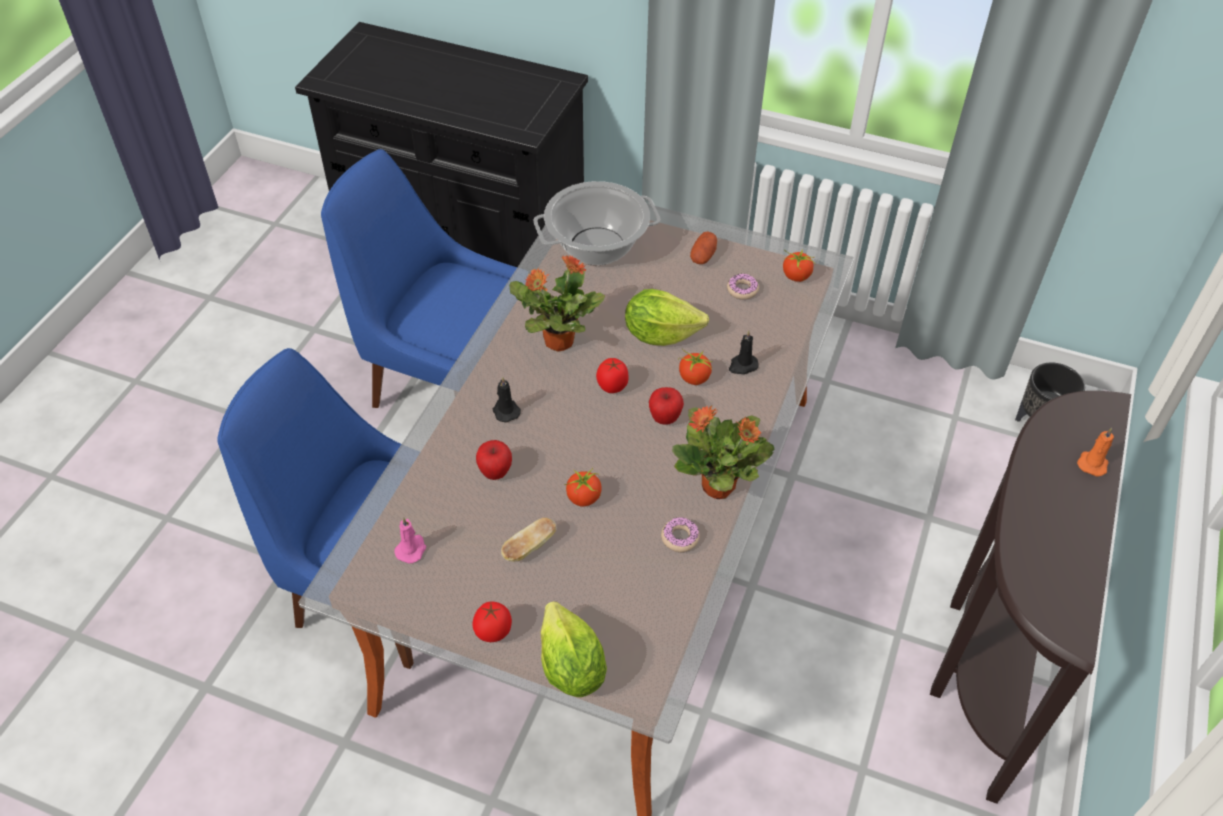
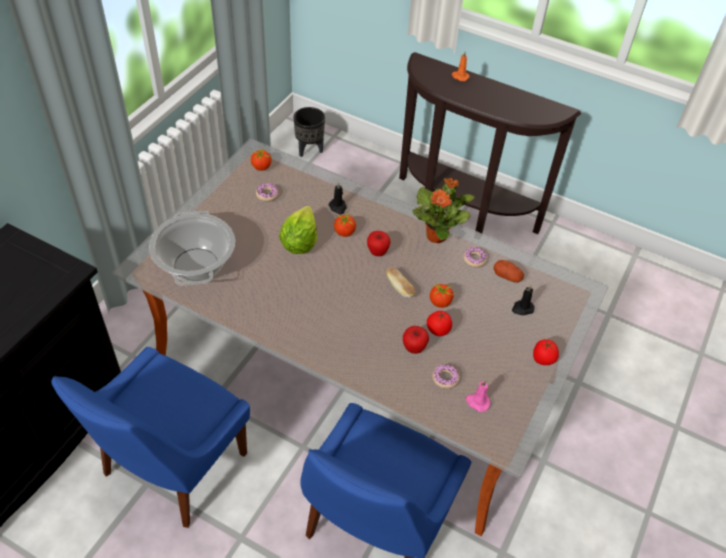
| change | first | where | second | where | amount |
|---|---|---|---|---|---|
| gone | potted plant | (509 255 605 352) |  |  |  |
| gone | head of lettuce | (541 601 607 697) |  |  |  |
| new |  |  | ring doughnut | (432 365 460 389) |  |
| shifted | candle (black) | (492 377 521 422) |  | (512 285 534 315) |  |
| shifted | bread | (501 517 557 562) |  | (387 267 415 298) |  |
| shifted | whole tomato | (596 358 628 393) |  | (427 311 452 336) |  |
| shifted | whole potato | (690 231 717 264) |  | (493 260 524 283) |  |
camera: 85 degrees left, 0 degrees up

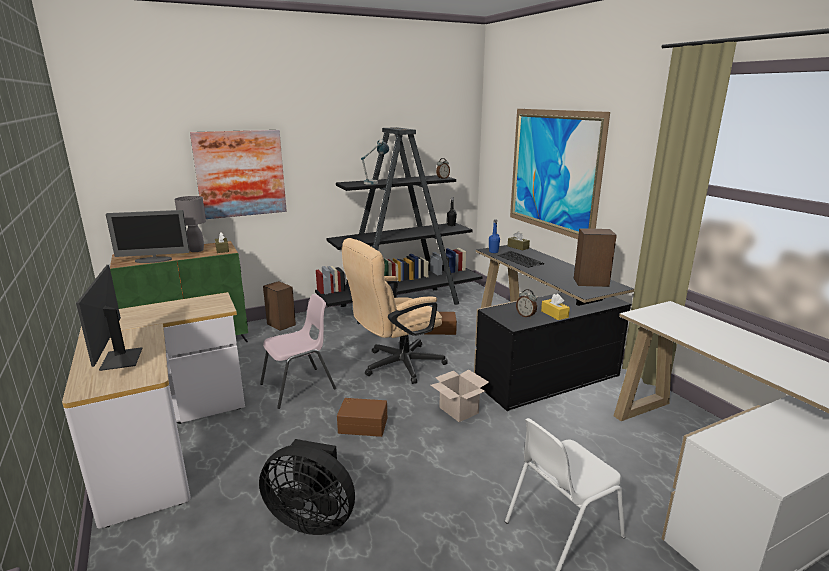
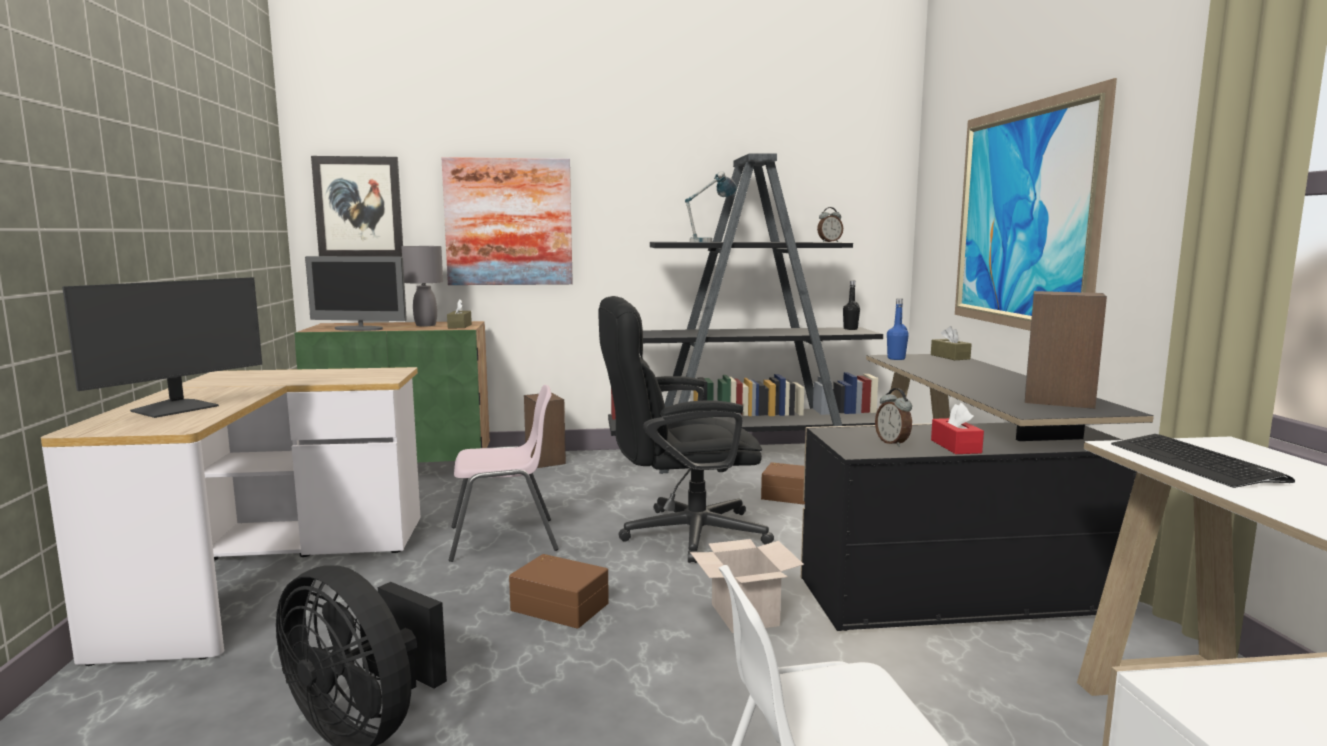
| change | first | where | second | where | amount |
|---|---|---|---|---|---|
| new |  |  | wall picture | (311 156 403 257) |  |
| shifted | PC keyboard | (498 251 544 268) |  | (1111 434 1295 488) |  |
| repainted | computer chair (sand-coloured) | (342 238 448 384) | computer chair (black) | (598 296 774 563) |  |
| repainted | tissue holder (yellowish) | (541 294 570 320) | tissue holder (reddish) | (931 403 984 454) |  |
| rotated | monitor | (76 265 142 371) |  | (62 277 262 418) | 150 degrees counterclockwise |
camera: 20 degrees right, 10 degrees down

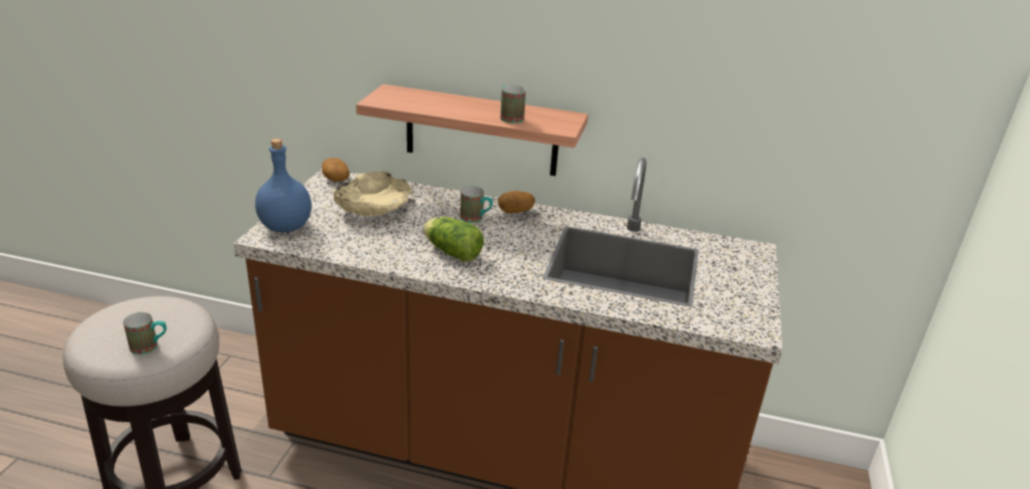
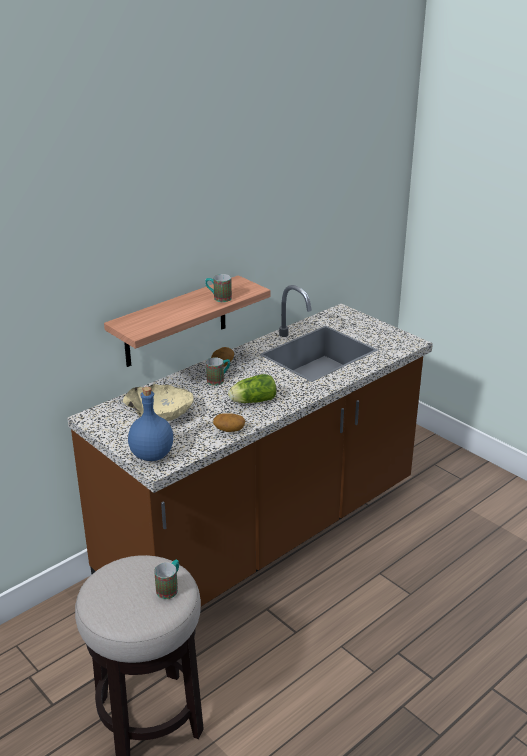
| change | first | where | second | where | amount |
|---|---|---|---|---|---|
| shifted | whole potato | (322 158 349 181) |  | (213 413 245 432) |  |
camera: 55 degrees left, 0 degrees up

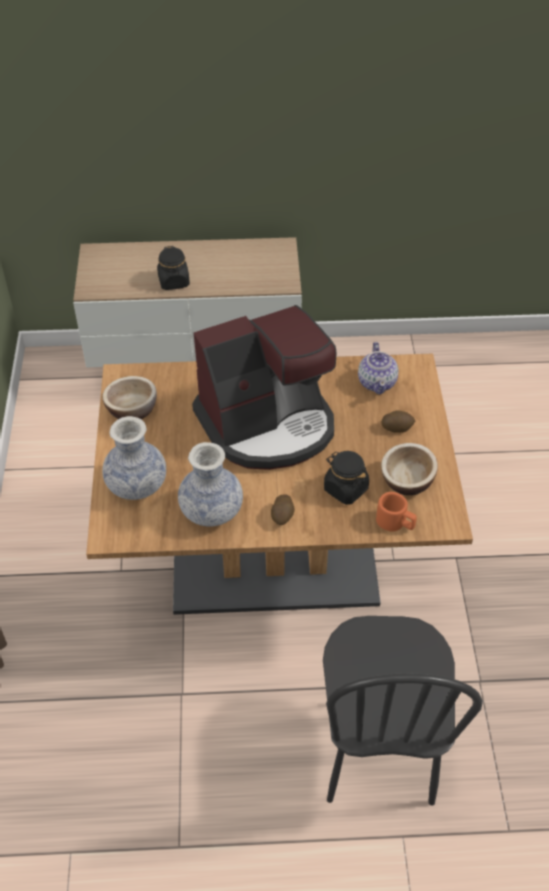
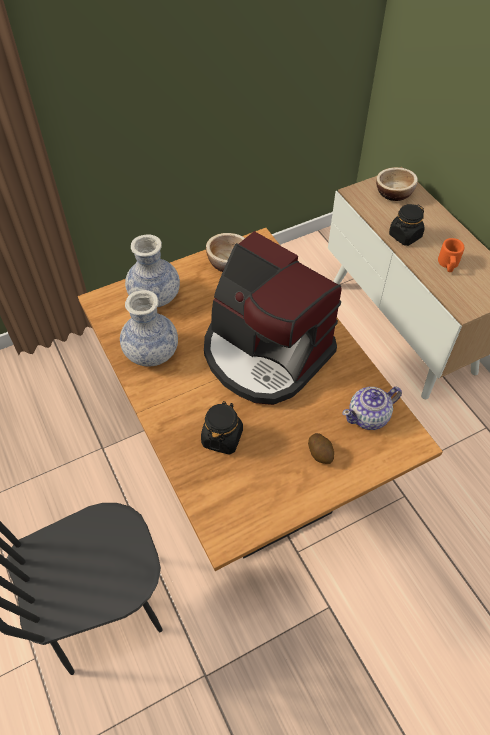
| change | first | where | second | where | amount |
|---|---|---|---|---|---|
| gone | whole potato | (271 494 295 525) |  |  |  |
| shifted | mug (orangey) | (376 492 417 531) |  | (438 238 464 272) |  |
| shifted | deep dish | (381 443 438 495) |  | (376 167 418 201) |  |
camera: 65 degrees right, 5 degrees up

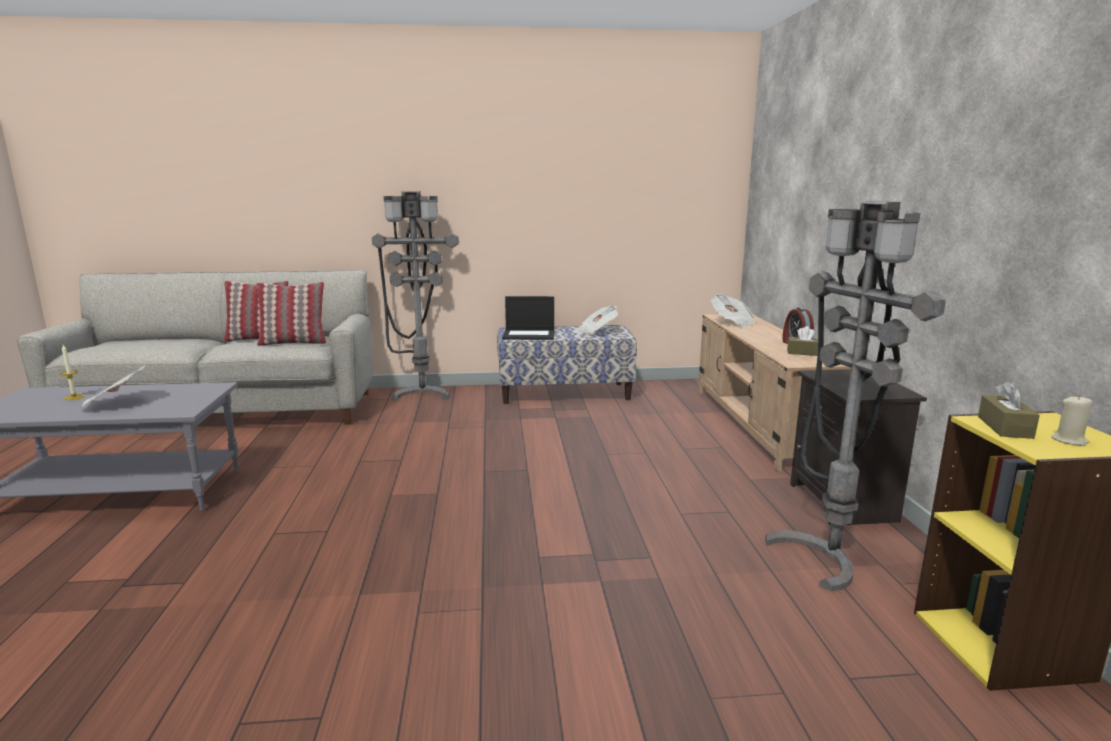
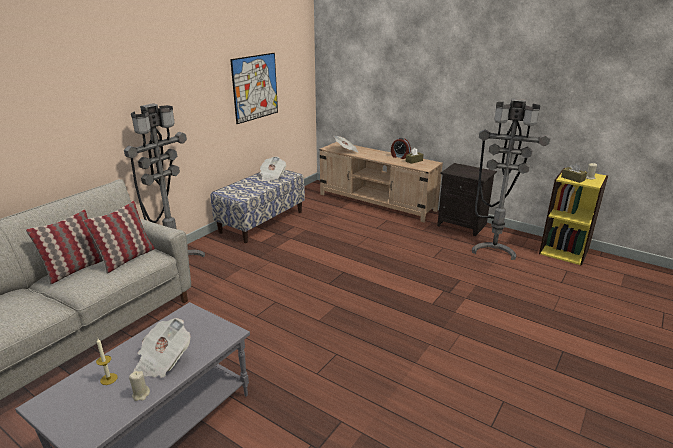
| change | first | where | second | where | amount |
|---|---|---|---|---|---|
| gone | notebook computer | (502 296 555 340) |  |  |  |
| new |  |  | candle (sand-coloured) | (129 371 150 401) |  |
| new |  |  | wall picture | (230 53 278 124) |  |
camera: 50 degrees left, 10 degrees up

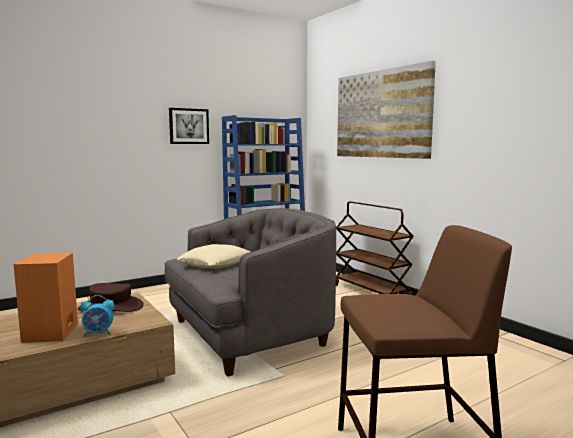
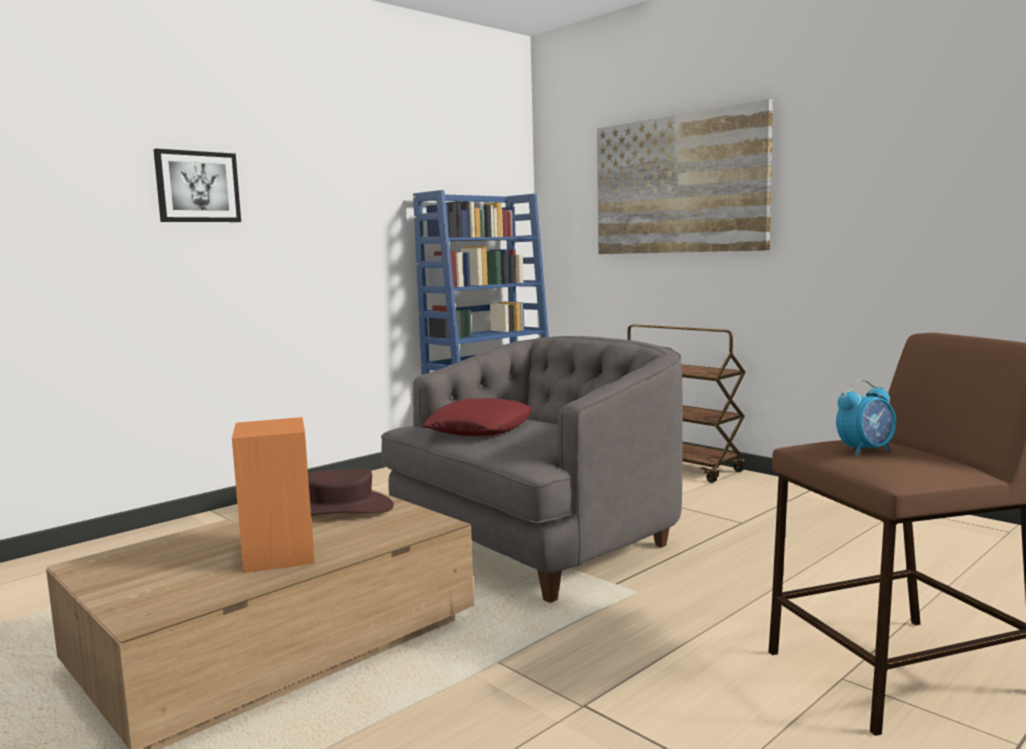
| change | first | where | second | where | amount |
|---|---|---|---|---|---|
| shifted | bedside clock | (80 295 115 337) |  | (836 379 896 456) |  |
| shifted | wall picture | (169 108 209 144) |  | (153 149 241 222) |  |
| repainted | pillow (sand-coloured) | (177 244 250 268) | pillow (reddish) | (423 398 533 436) |  |
camera: 10 degrees left, 0 degrees up

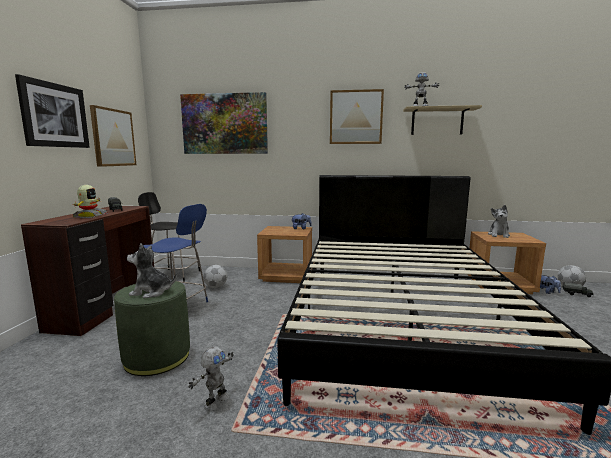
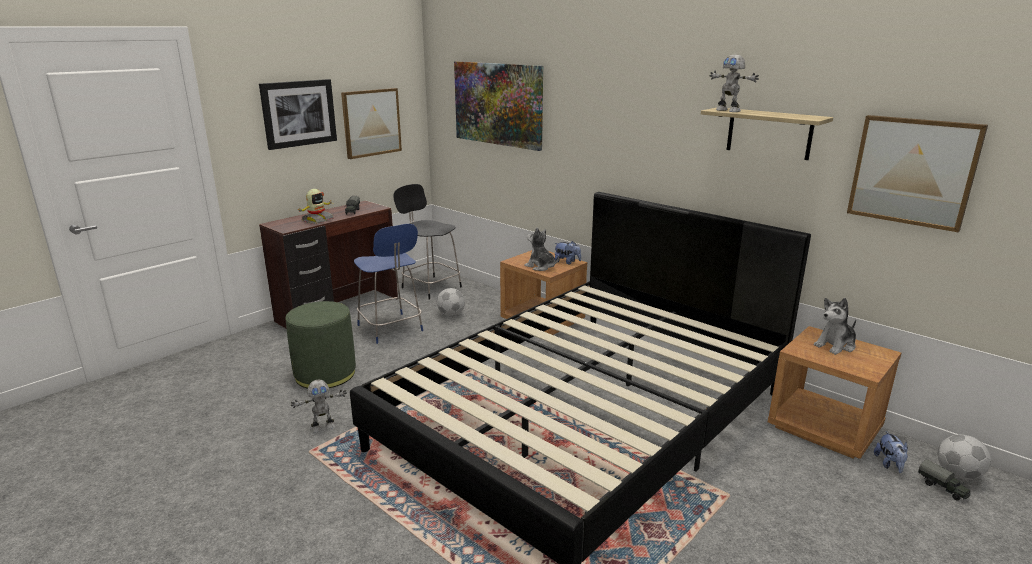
| change | first | where | second | where | amount |
|---|---|---|---|---|---|
| shifted | cuddly toy | (127 243 177 298) |  | (524 227 559 271) |  |
| shifted | wall picture | (330 89 384 144) |  | (847 115 988 232) |  |
camera: 35 degrees right, 10 degrees up

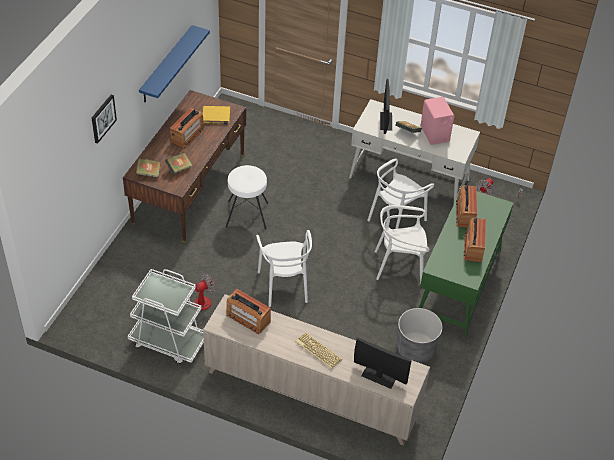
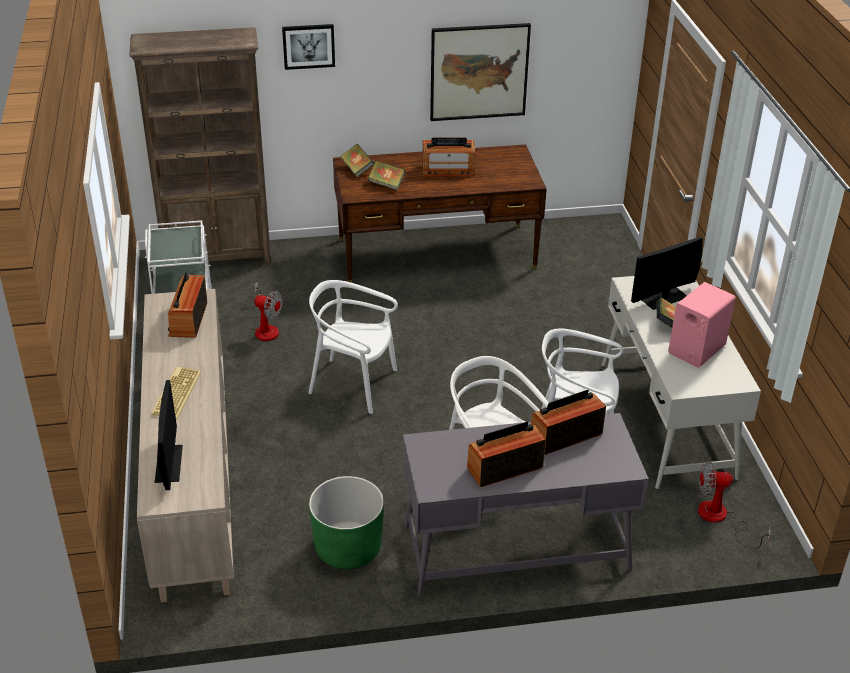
| change | first | where | second | where | amount |
|---|---|---|---|---|---|
| gone | bound book (yellowish) | (203 106 230 124) |  |  |  |
| gone | stool seat (whitish) | (226 165 268 229) |  |  |  |
| new |  |  | shelving unit (brown) | (129 27 271 264) |  |
| swapped | wall shelf (blue-coloured) | (139 25 210 102) | wall picture | (430 23 531 121) |  |
| repainted | flower pot (grey) | (397 308 443 363) | flower pot (greenish) | (309 476 384 569) |  |
| repainted | desk (greenish) | (419 191 513 337) | desk (grey) | (403 413 649 595) |  |
| rotated | plain chair (whitish) | (256 230 312 307) |  | (309 280 398 414) | 60 degrees clockwise |
camera: 60 degrees right, 10 degrees down

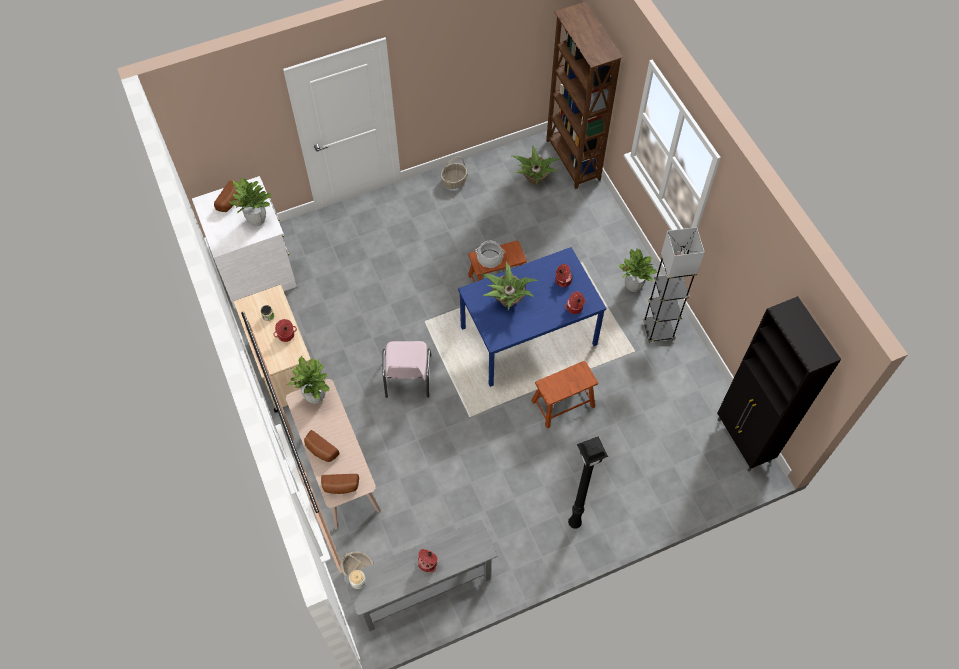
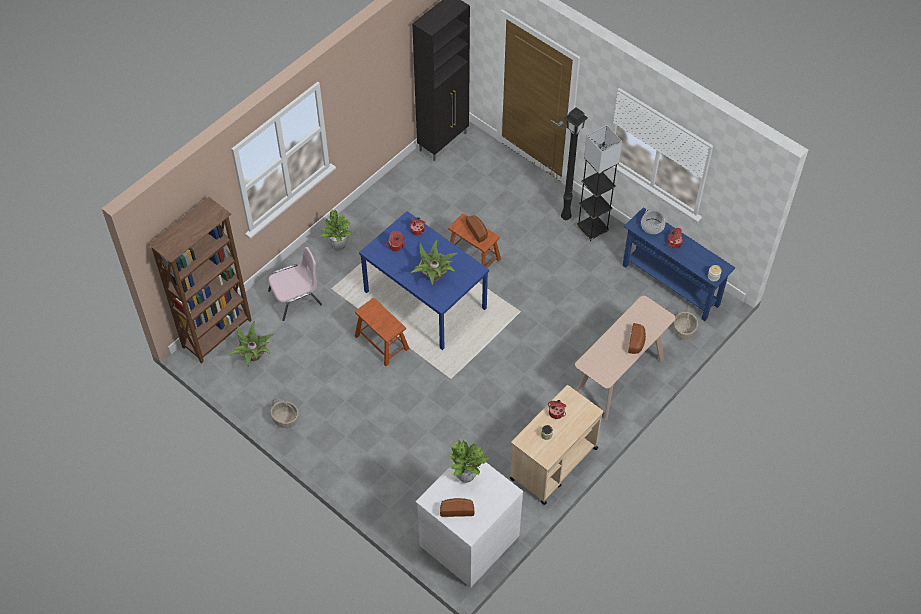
| change | first | where | second | where | amount |
|---|---|---|---|---|---|
| gone | potted plant | (287 356 330 404) |  |  |  |
| shifted | bread | (321 474 359 494) |  | (466 215 488 243) |  |
| shifted | plain chair (pinkish) | (382 341 432 398) |  | (268 247 322 321) |  |
| shifted | stockpot | (475 241 505 268) |  | (641 209 665 234) |  |
| shifted | floor lamp (grey) | (643 227 705 343) |  | (576 125 622 241) |  |
| repainted | narrow table (grey) | (343 519 498 631) | narrow table (blue-coloured) | (622 207 735 321) |  |
camera: 115 degrees left, 5 degrees down

